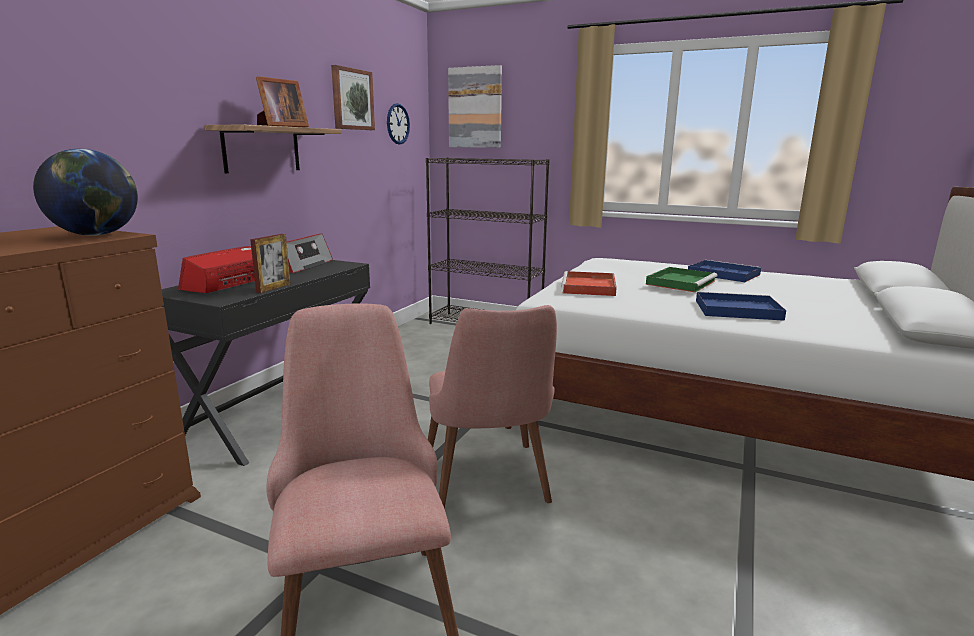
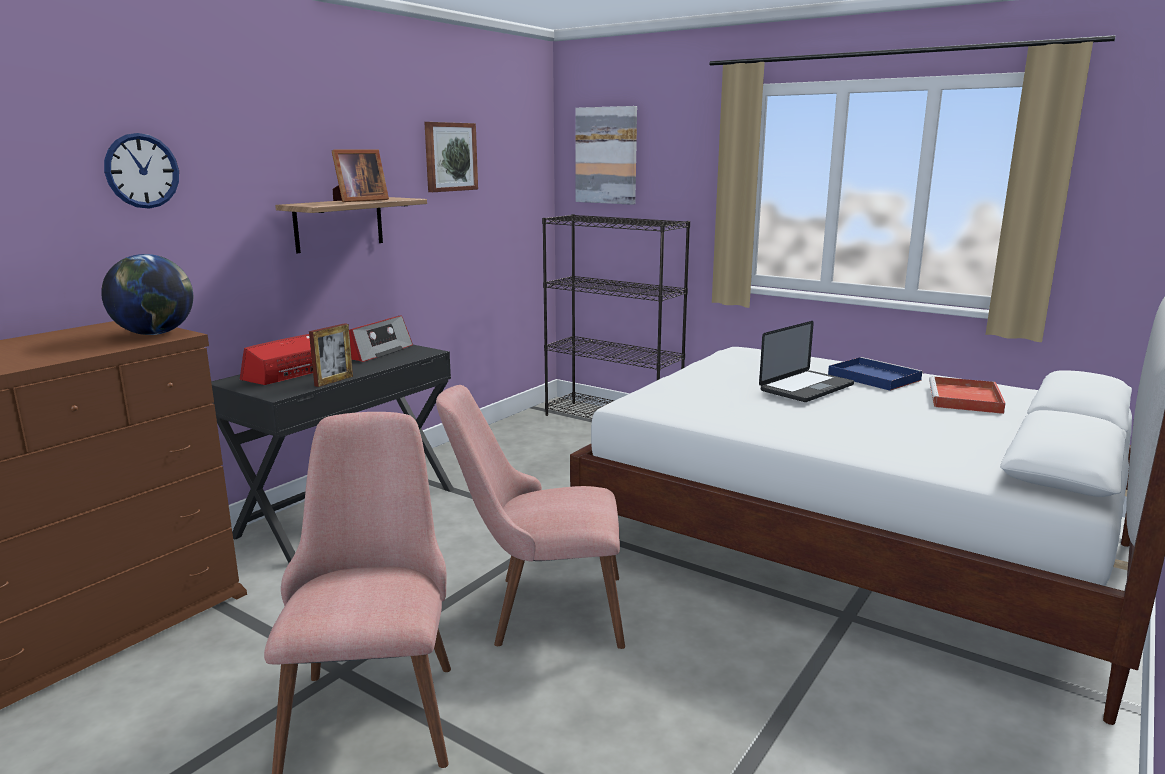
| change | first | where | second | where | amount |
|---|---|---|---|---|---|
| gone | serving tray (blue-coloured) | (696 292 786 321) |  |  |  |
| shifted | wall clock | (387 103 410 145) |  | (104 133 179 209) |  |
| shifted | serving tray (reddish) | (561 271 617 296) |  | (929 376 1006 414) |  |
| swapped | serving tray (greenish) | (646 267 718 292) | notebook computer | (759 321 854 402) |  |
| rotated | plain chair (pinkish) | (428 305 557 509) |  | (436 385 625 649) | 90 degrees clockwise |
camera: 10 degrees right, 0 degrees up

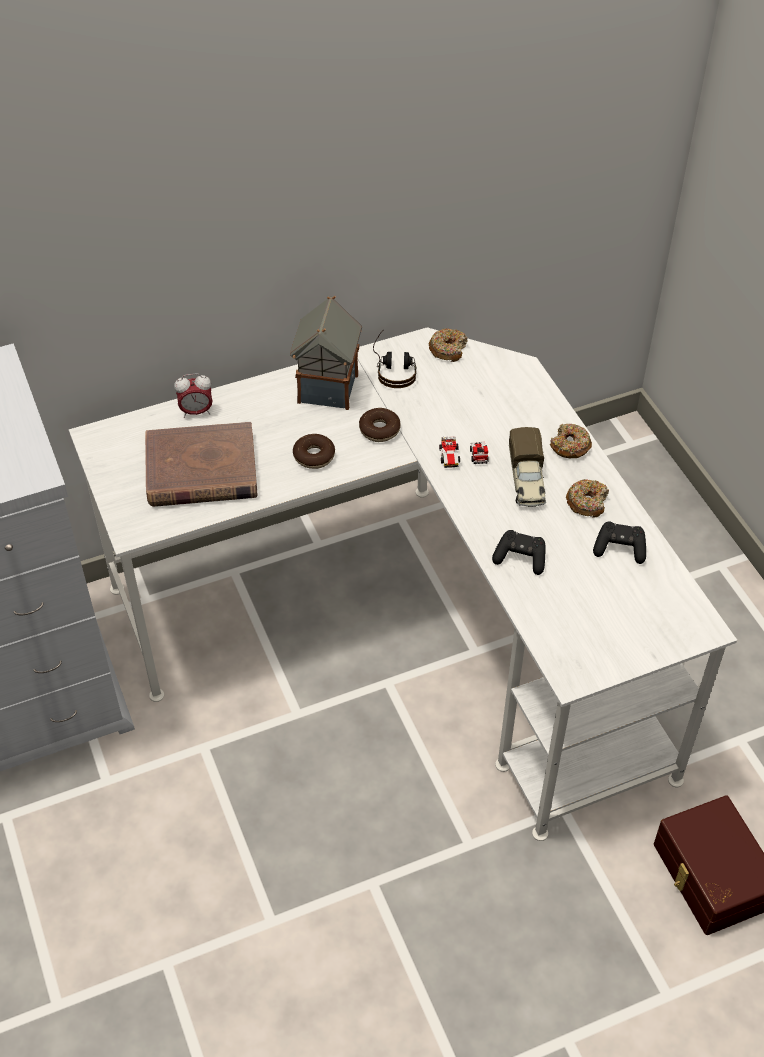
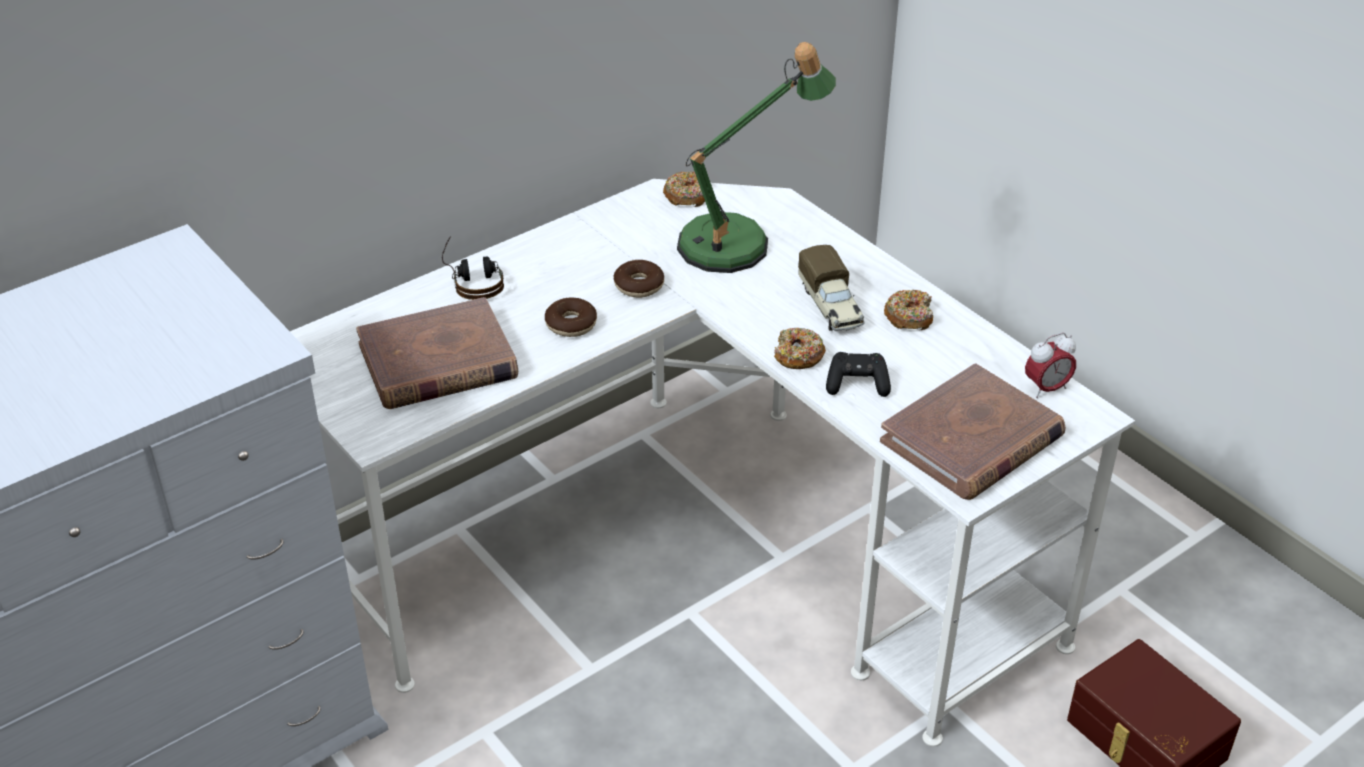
| change | first | where | second | where | amount |
|---|---|---|---|---|---|
| gone | toy house | (290 296 362 410) |  |  |  |
| gone | model car | (439 436 489 468) |  |  |  |
| gone | gamepad (black) | (593 521 646 564) |  |  |  |
| new |  |  | lamp for a table | (677 42 836 273) |  |
| new |  |  | bound book (brown) | (880 363 1066 500) |  |
| shifted | bedside clock | (174 373 212 418) |  | (1025 333 1076 398) |  |
| shifted | headset | (373 330 417 388) |  | (442 236 504 300) |  |
| shifted | ring doughnut | (550 423 592 458) |  | (774 328 826 369) |  |
camera: 15 degrees left, 10 degrees down

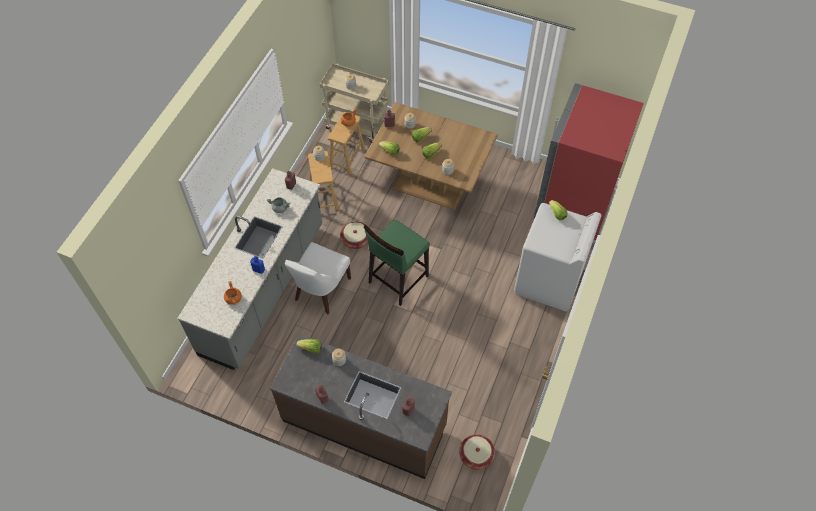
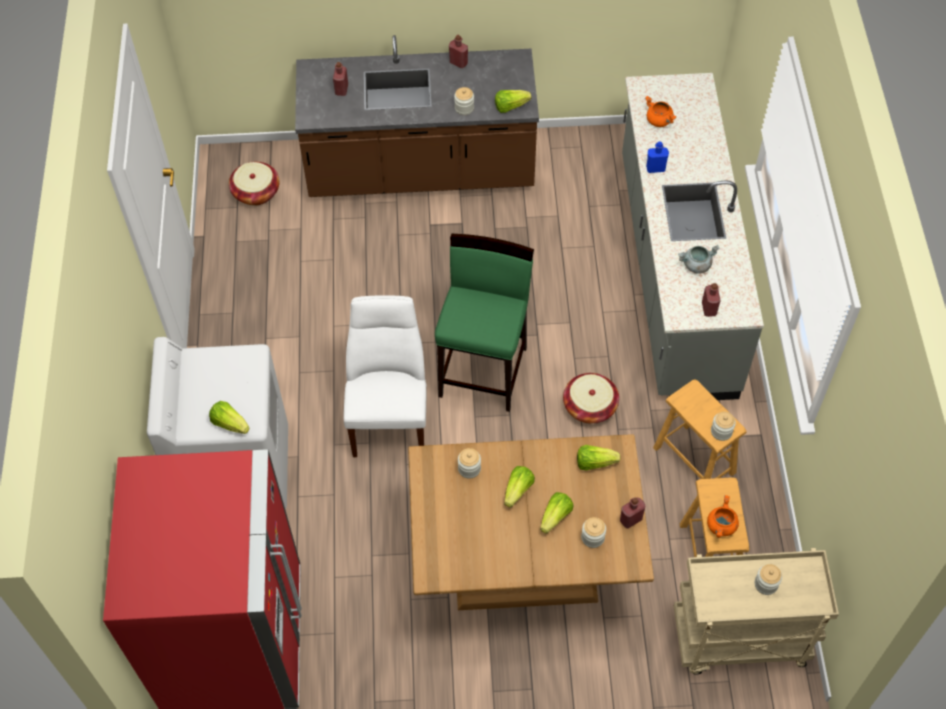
| change | first | where | second | where | amount |
|---|---|---|---|---|---|
| shifted | plain chair (whitish) | (285 242 351 314) |  | (344 295 426 457) |  |
camera: 155 degrees right, 0 degrees up

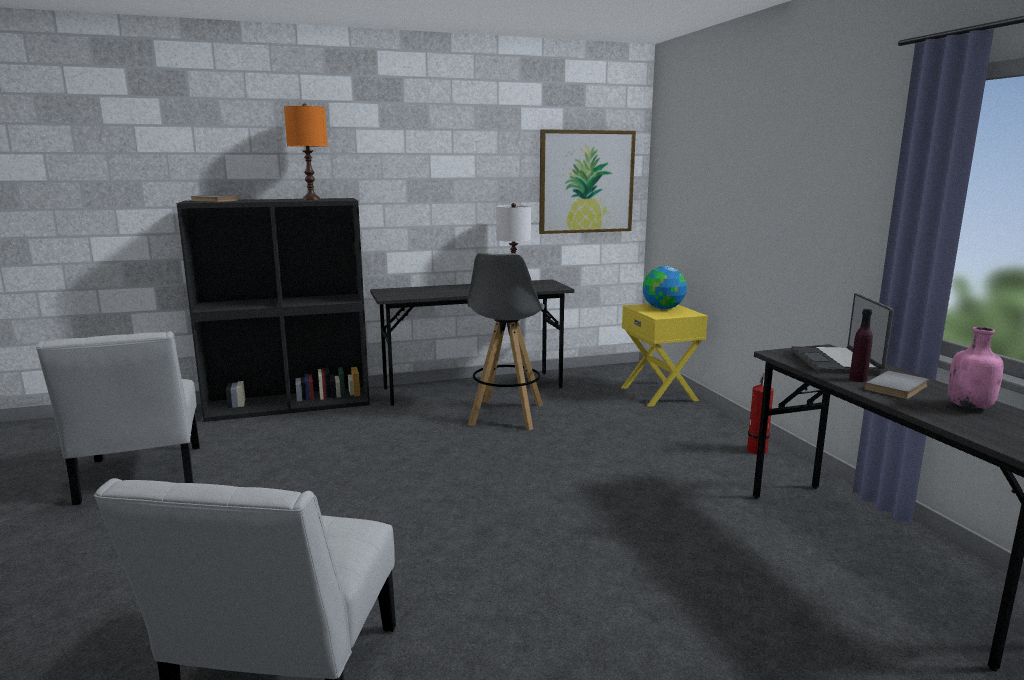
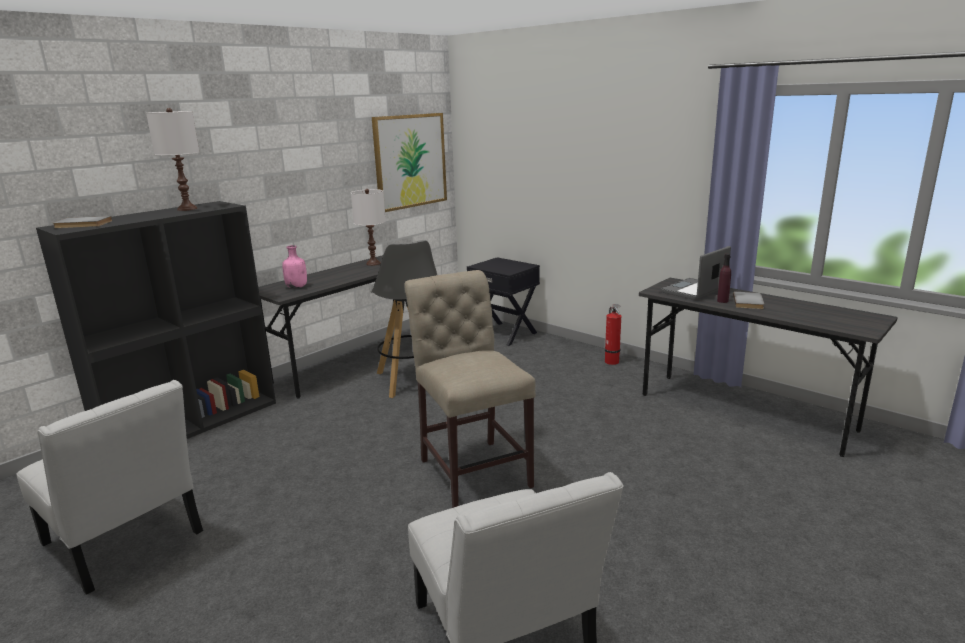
| change | first | where | second | where | amount |
|---|---|---|---|---|---|
| gone | desk globe | (643 266 687 310) |  |  |  |
| new |  |  | plain chair (sand-coloured) | (404 270 536 508) |  |
| shifted | bottle (pinkish) | (948 327 1004 410) |  | (282 245 307 288) |  |
| repainted | lamp for a table (orangey) | (284 103 327 200) | lamp for a table (whitish) | (146 108 199 211) |  |
| repainted | nightstand (yellowish) | (621 304 708 407) | nightstand (black) | (467 257 540 346) |  |
| rotated | notebook computer | (791 293 894 374) |  | (660 246 731 300) | 75 degrees clockwise |
camera: 30 degrees left, 5 degrees up

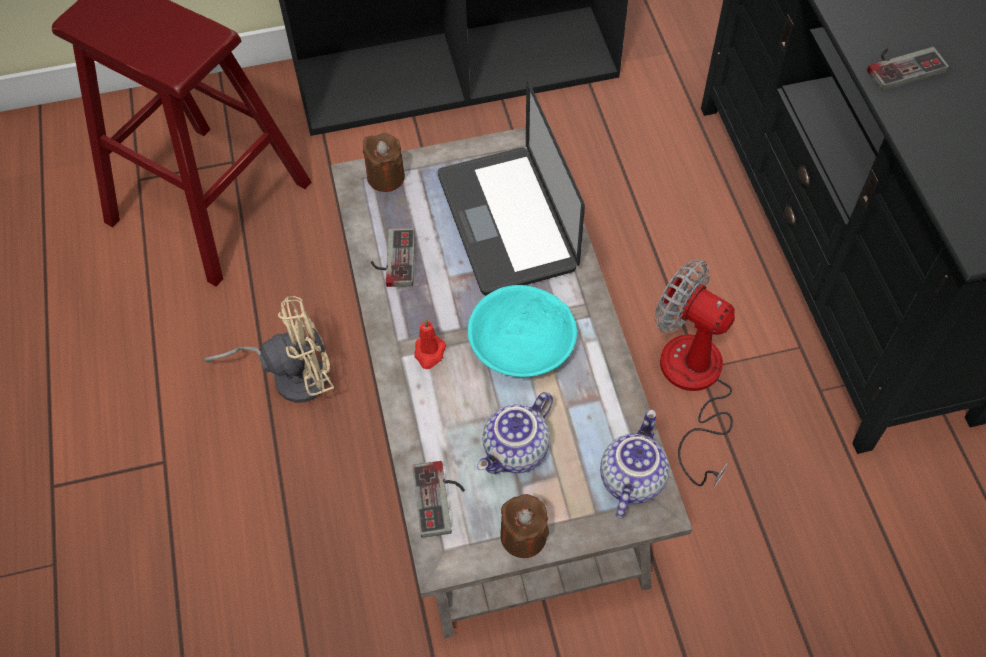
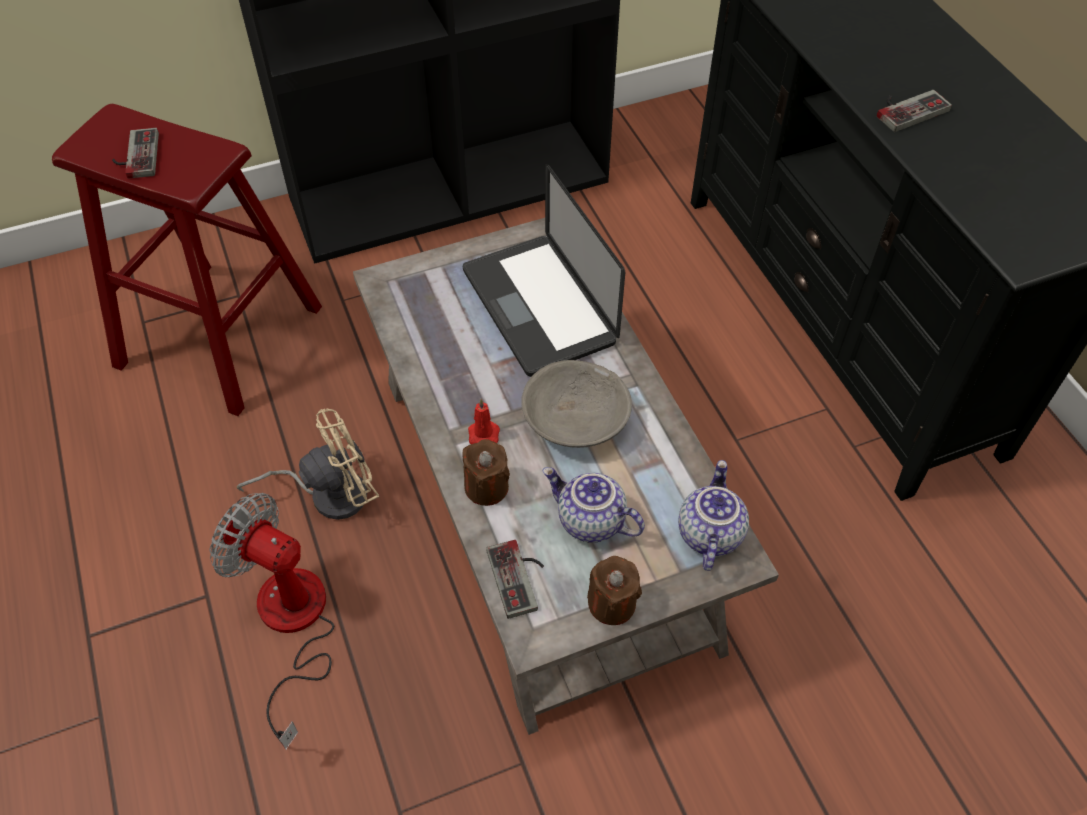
| change | first | where | second | where | amount |
|---|---|---|---|---|---|
| shifted | candle (brown) | (363 133 405 192) |  | (462 439 510 506) |  |
| shifted | gamepad | (371 228 415 287) |  | (112 128 159 179) |  |
| shifted | fan | (655 260 735 487) |  | (209 493 334 750) |  |
| repainted | deep dish (turquoise-coloured) | (468 285 577 377) | deep dish (grey) | (521 360 632 448) |  |
| rotated | teapot | (477 392 553 474) |  | (543 467 645 543) | 90 degrees clockwise |
camera: 10 degrees left, 5 degrees down

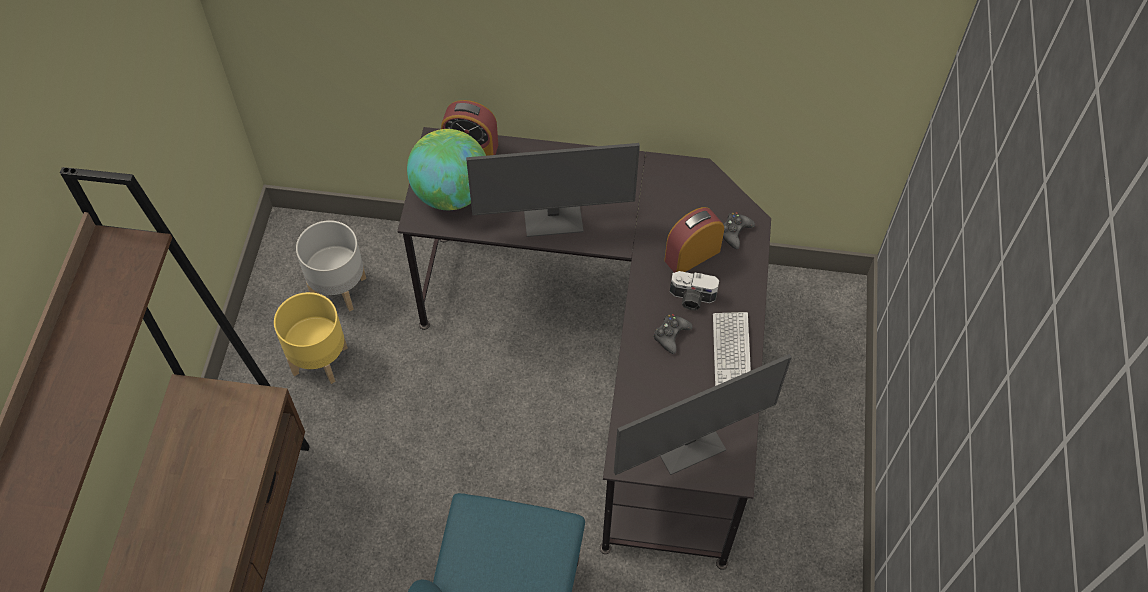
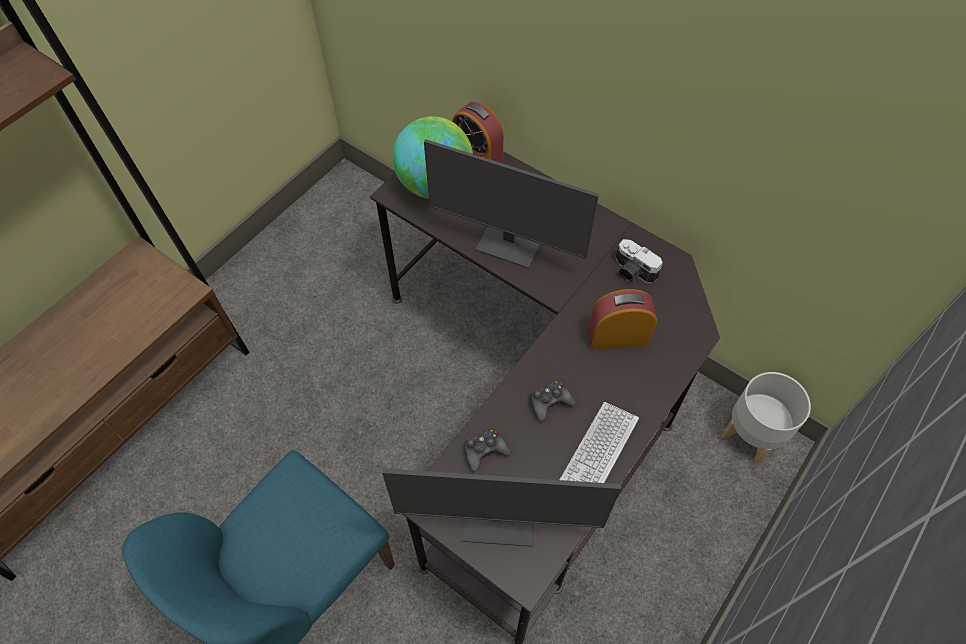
| change | first | where | second | where | amount |
|---|---|---|---|---|---|
| gone | flower pot (yellowish) | (274 292 348 384) |  |  |  |
| shifted | flower pot (grey) | (296 220 366 312) |  | (722 372 811 464) |  |
| shifted | photo camera | (670 271 720 310) |  | (616 239 663 284) |  |
| shifted | gamepad (black) | (723 212 755 249) |  | (464 429 511 472) |  |
camera: 30 degrees right, 0 degrees up

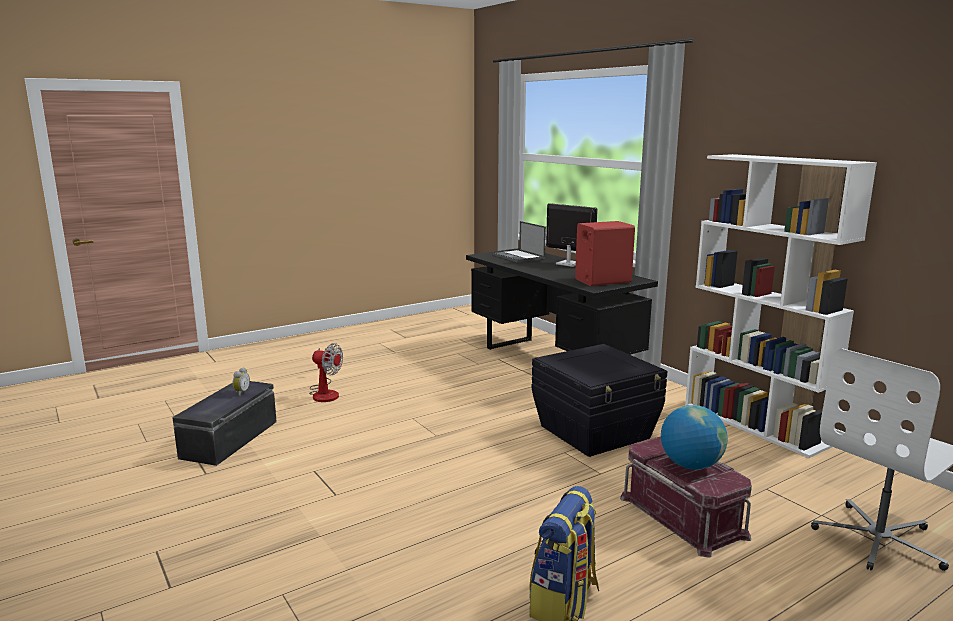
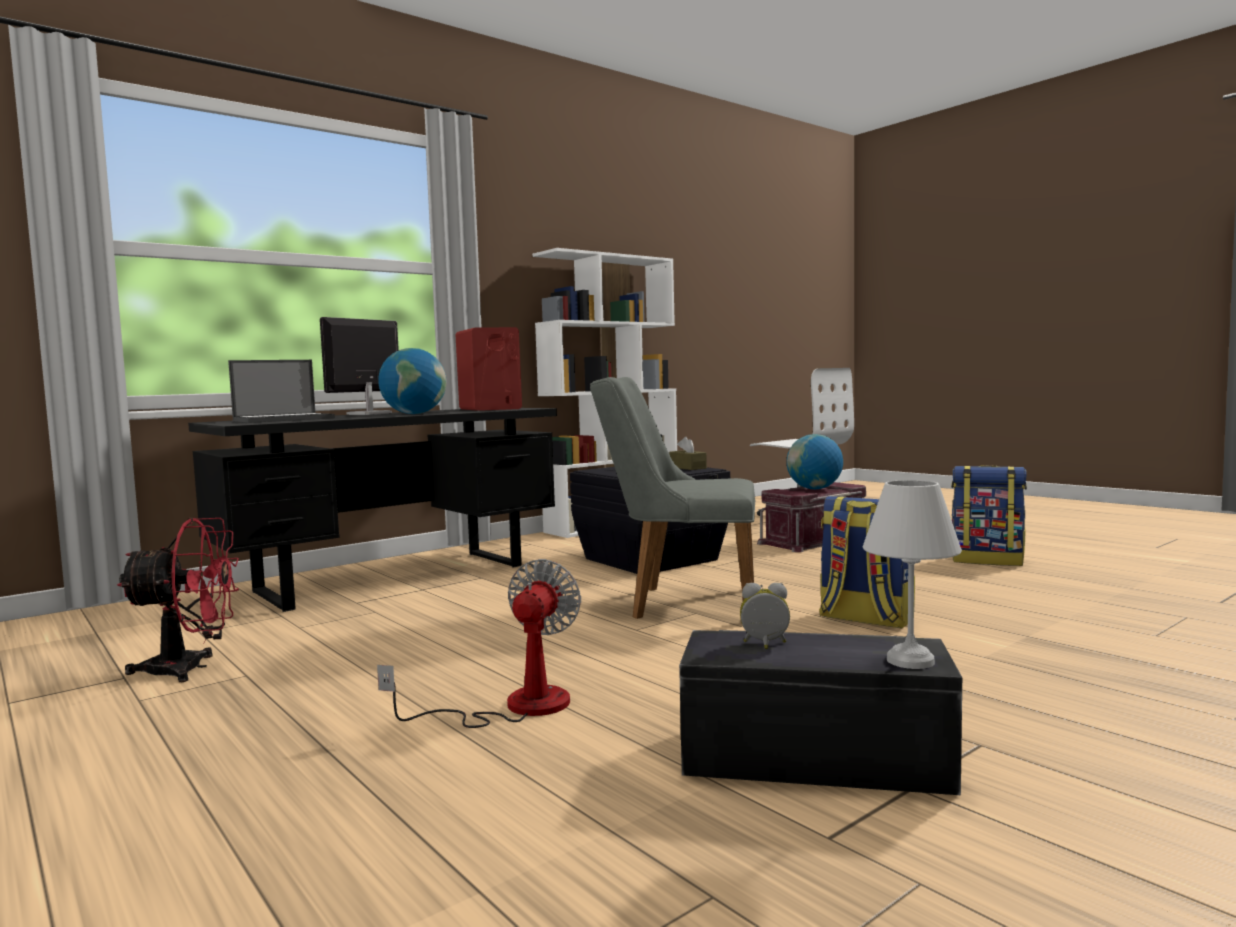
| change | first | where | second | where | amount |
|---|---|---|---|---|---|
| new |  |  | fan (reddish) | (117 518 239 682) |  |
| new |  |  | desk globe | (378 348 446 414) |  |
| new |  |  | plain chair (grey) | (590 377 755 619) |  |
| new |  |  | tissue holder (brown) | (669 437 707 470) |  |
| new |  |  | rucksack | (819 496 915 629) |  |
| new |  |  | lamp for a table (whitish) | (863 480 962 669) |  |
camera: 95 degrees left, 10 degrees down

